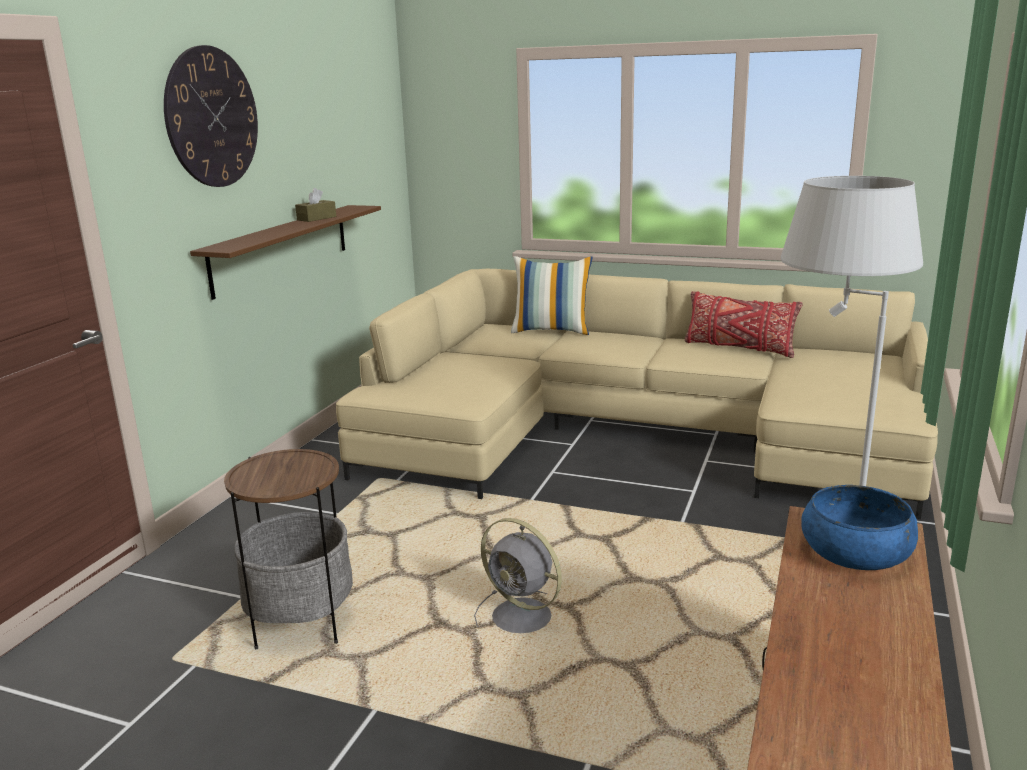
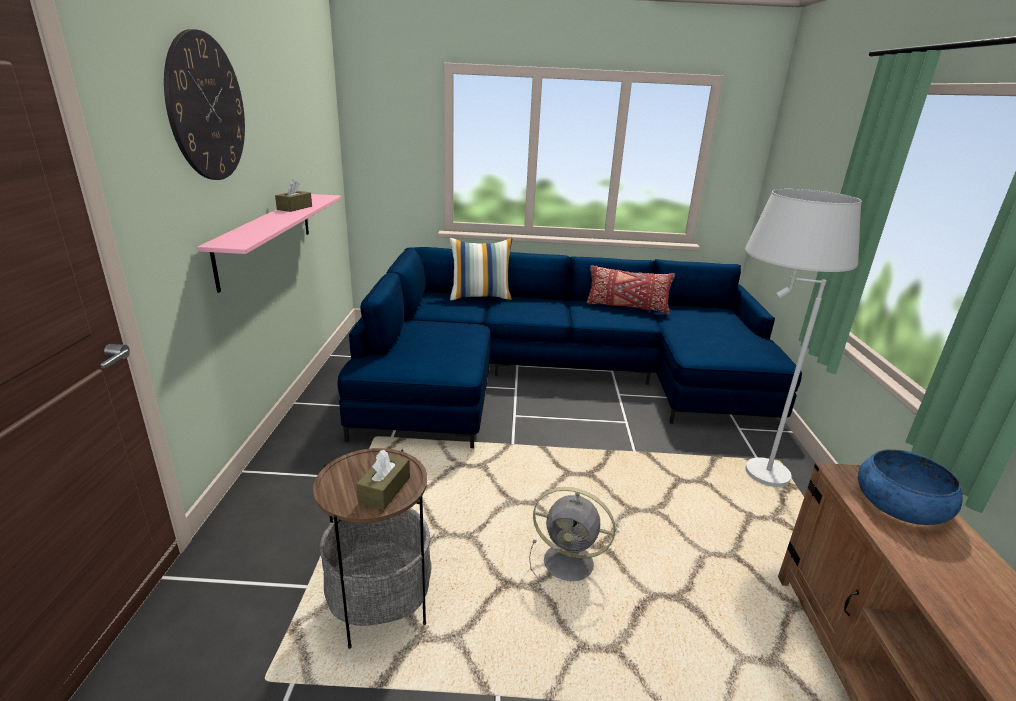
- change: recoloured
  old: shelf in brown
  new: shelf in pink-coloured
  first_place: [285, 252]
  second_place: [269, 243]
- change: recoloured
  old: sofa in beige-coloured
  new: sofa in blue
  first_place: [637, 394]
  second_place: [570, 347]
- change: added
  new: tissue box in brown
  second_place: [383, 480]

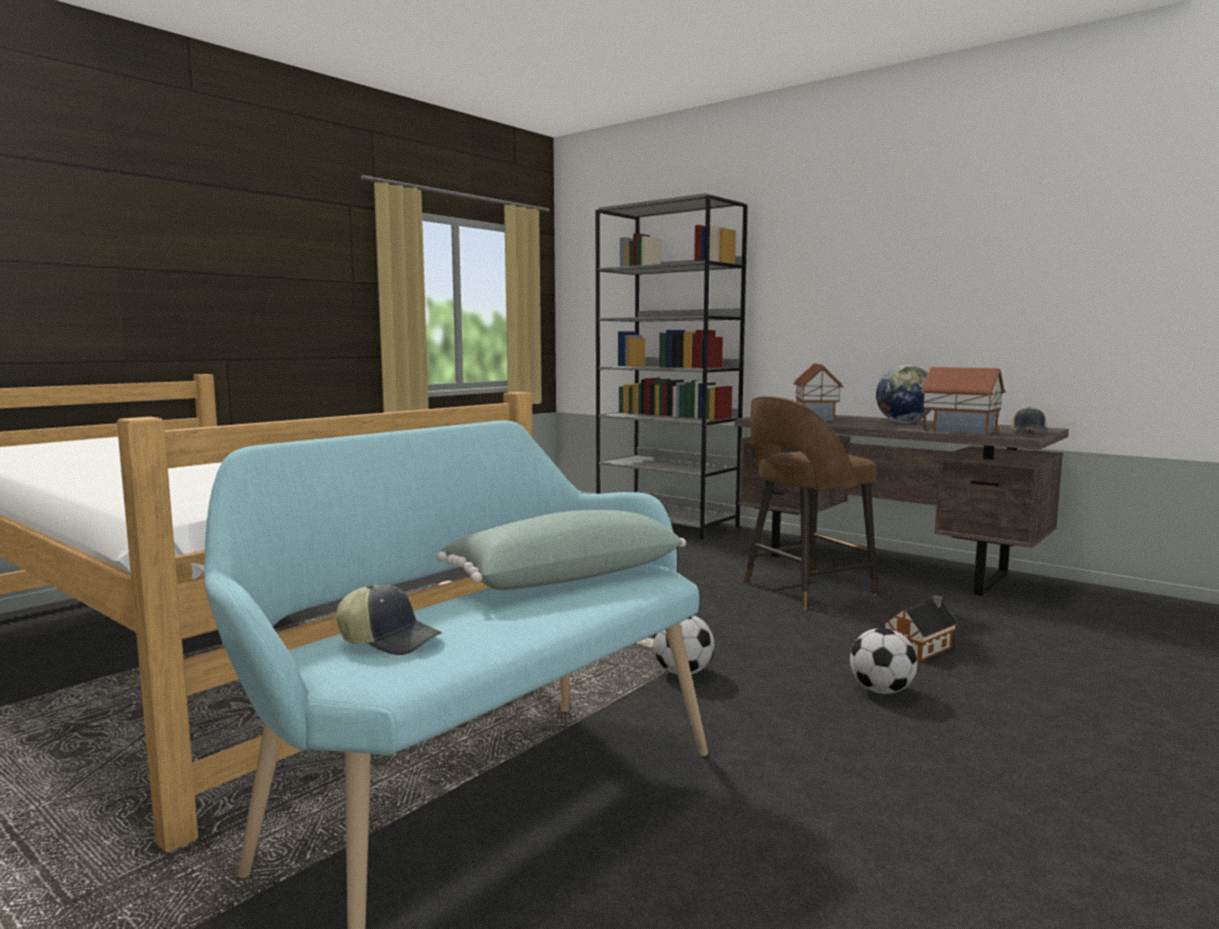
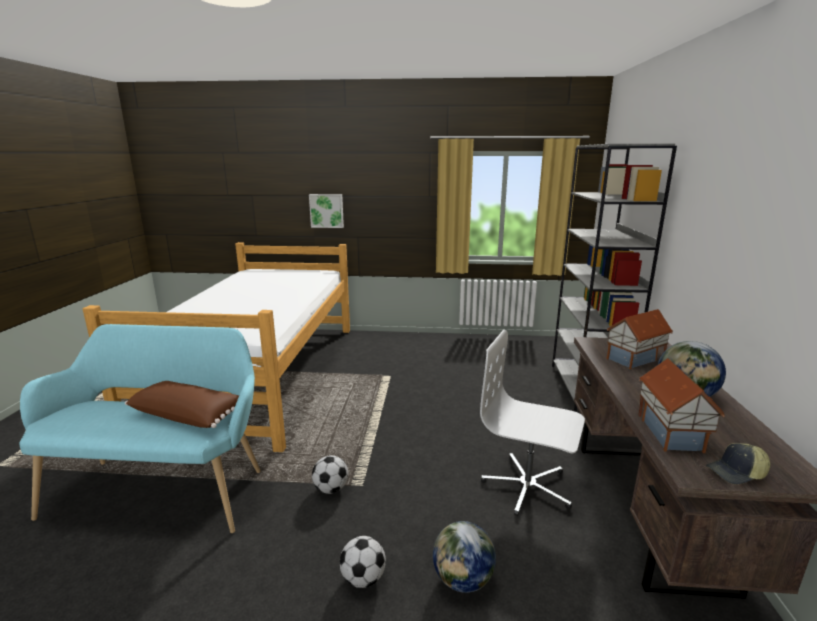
- change: removed
  old: baseball cap
  first_place: [389, 620]
- change: recoloured
  old: cushion in greenish
  new: cushion in brown
  first_place: [561, 550]
  second_place: [182, 404]
- change: replaced
  old: stool in brown
  new: office chair in white-coloured
  first_place: [810, 502]
  second_place: [532, 422]
- change: replaced
  old: toy house
  new: desk globe
  first_place: [920, 628]
  second_place: [464, 557]
- change: added
  new: wall art
  second_place: [326, 211]

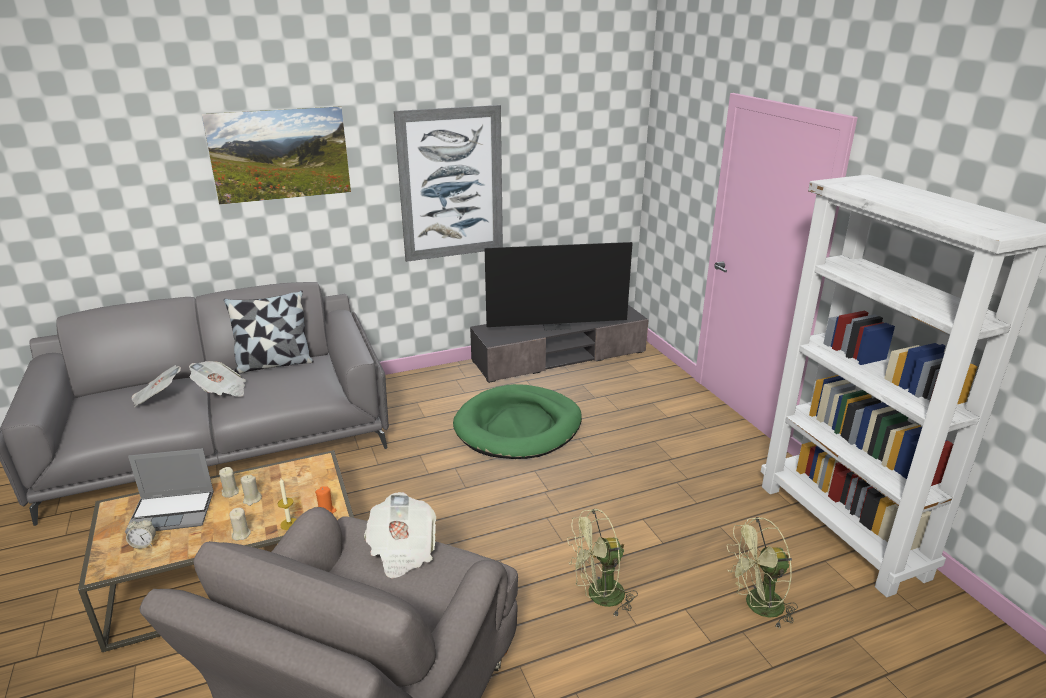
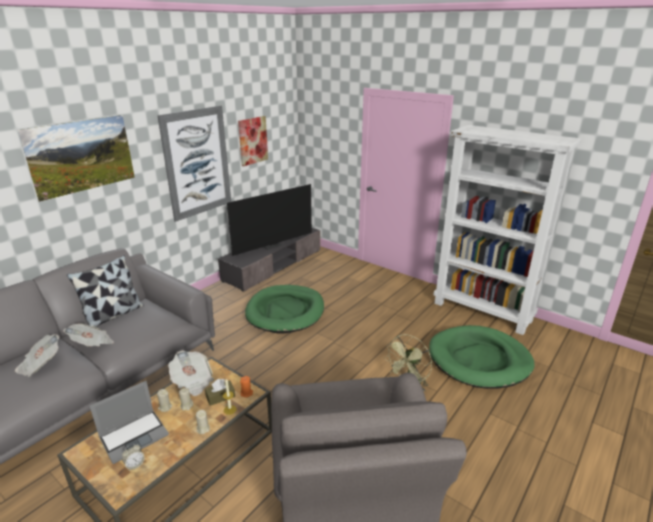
- change: moved
  old: daily paper
  first_place: [400, 535]
  second_place: [191, 373]
- change: replaced
  old: electric fan in greenish
  new: dog cushion in greenish
  first_place: [762, 572]
  second_place: [482, 357]
- change: added
  new: tissue box in brown
  second_place: [220, 392]
- change: added
  new: wall art
  second_place: [253, 141]

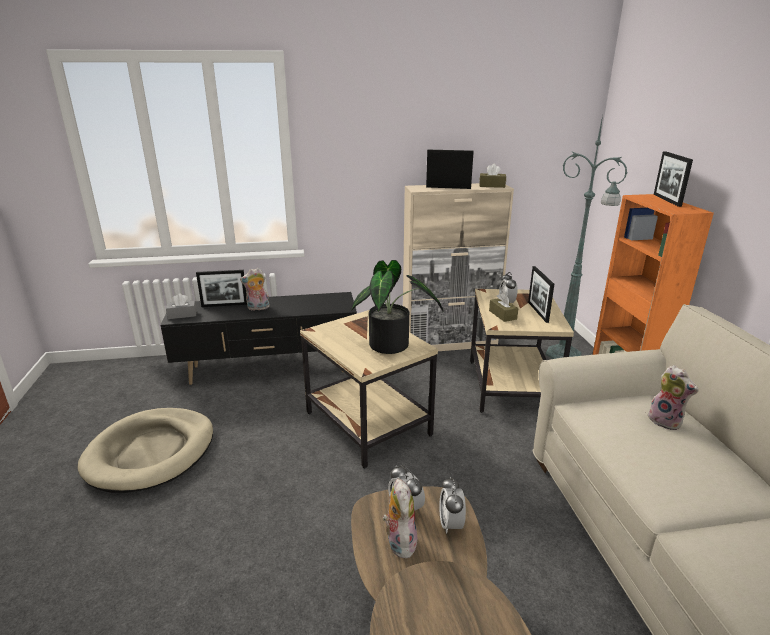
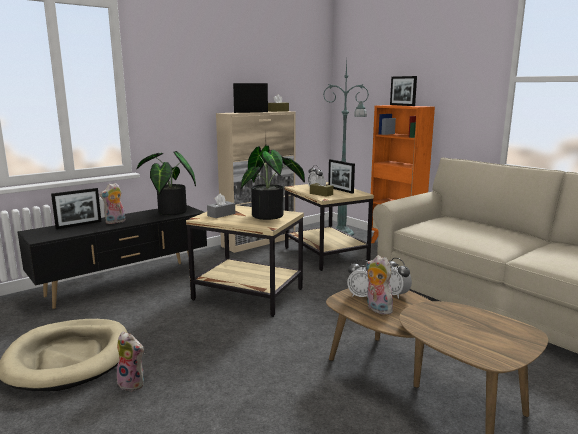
- change: moved
  old: tissue box in gray
  first_place: [181, 306]
  second_place: [221, 206]
- change: moved
  old: soft toy
  first_place: [672, 397]
  second_place: [130, 362]
- change: added
  new: potted plant
  second_place: [166, 183]

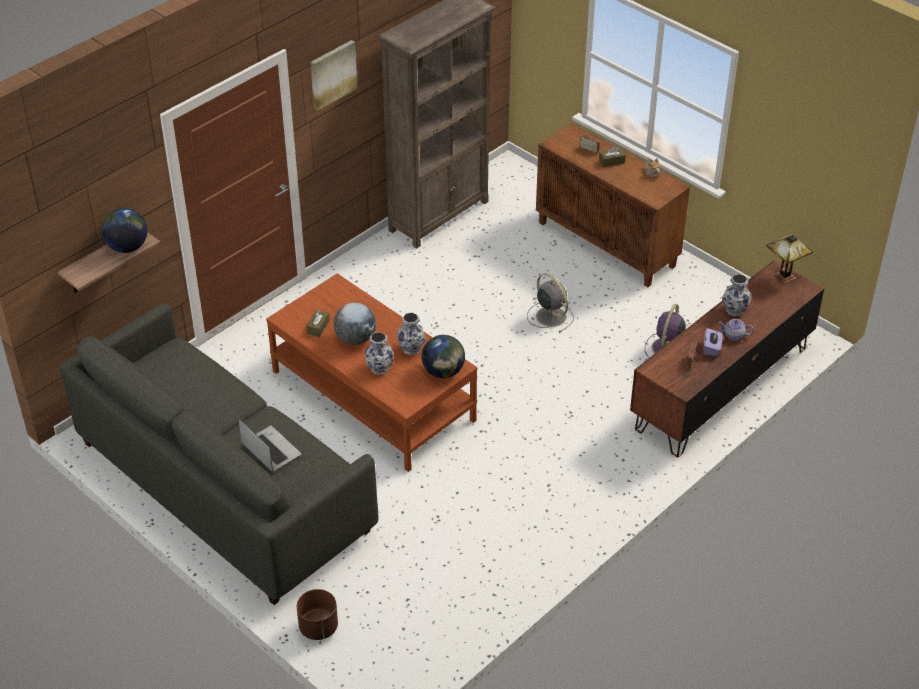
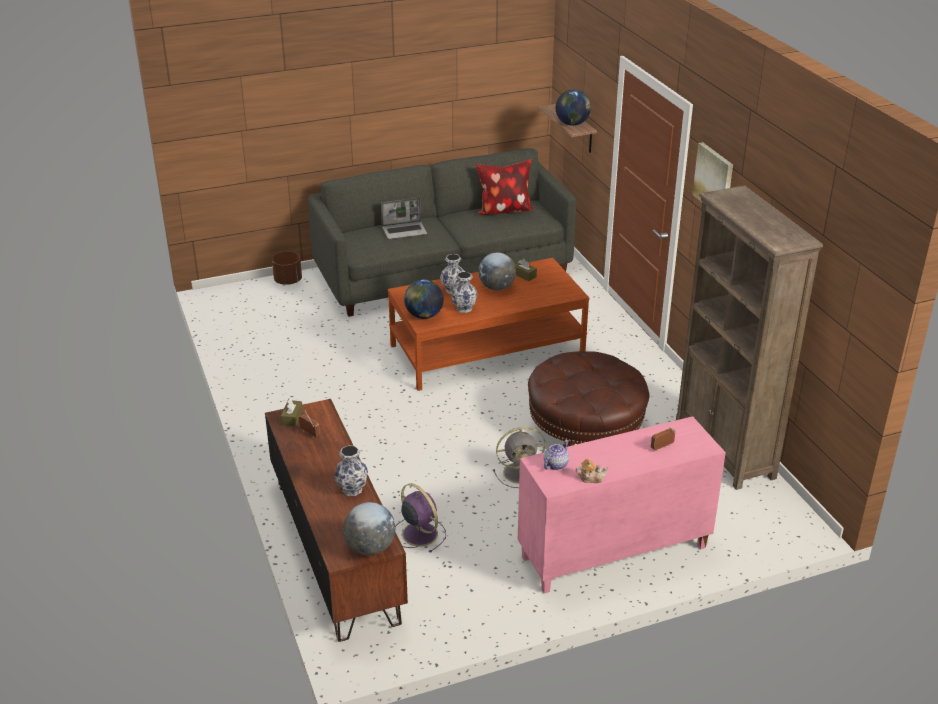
- change: recoloured
  old: cabinet in brown
  new: cabinet in pink-coloured
  first_place: [613, 205]
  second_place: [622, 504]
- change: moved
  old: tissue box in brown
  first_place: [612, 156]
  second_place: [292, 412]
- change: removed
  old: tissue box in purple
  first_place: [713, 342]
- change: moved
  old: teapot
  first_place: [736, 330]
  second_place: [556, 455]
- change: replaced
  old: tabletop lamp
  new: desk globe
  first_place: [789, 259]
  second_place: [369, 528]
- change: added
  new: cushion
  second_place: [505, 187]
- change: added
  new: pouffe in brown
  second_place: [589, 399]

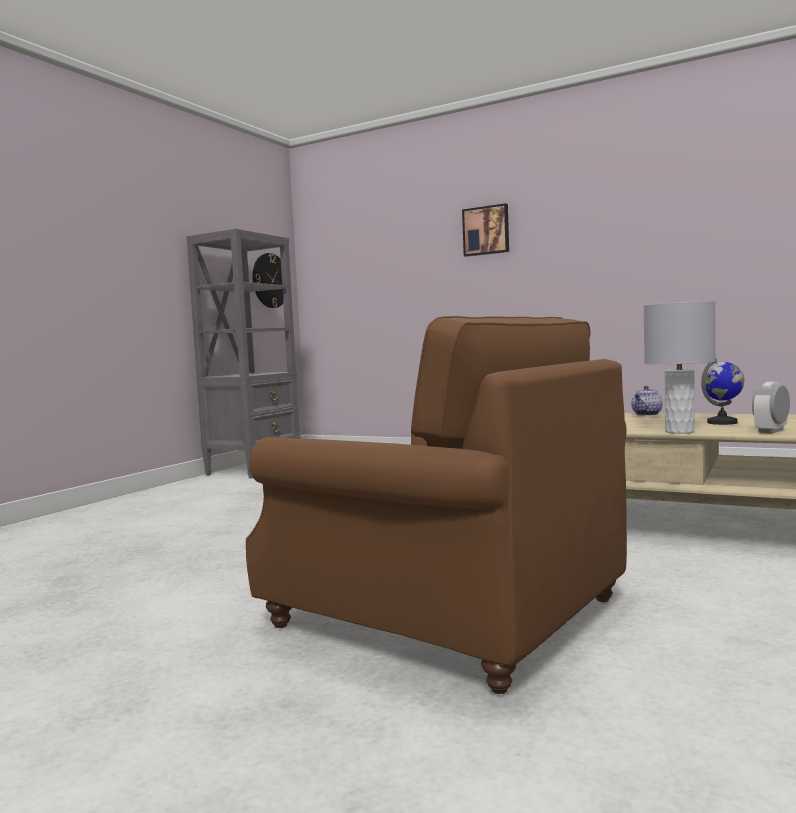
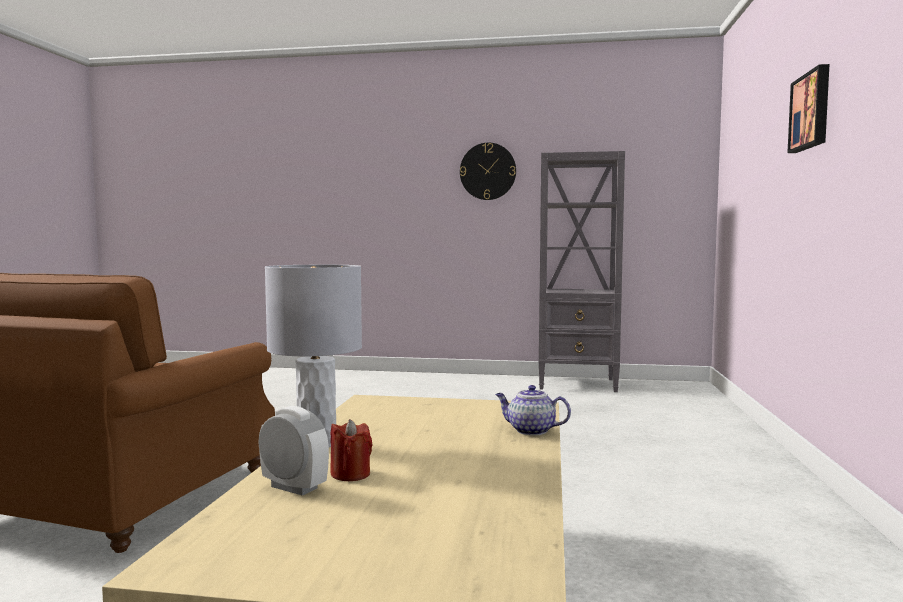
- change: moved
  old: hanging clock
  first_place: [267, 280]
  second_place: [488, 171]
- change: removed
  old: desk globe
  first_place: [722, 391]
- change: added
  new: candle in reddish
  second_place: [351, 450]

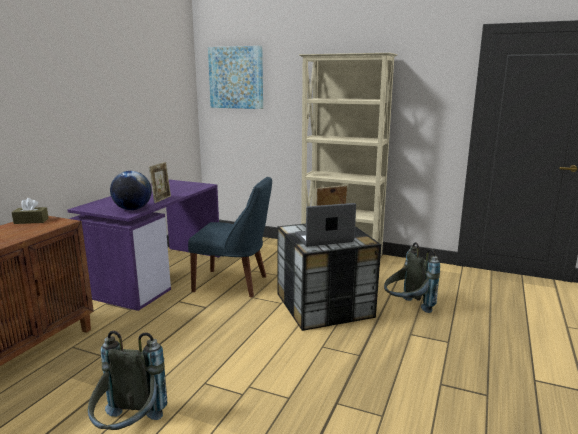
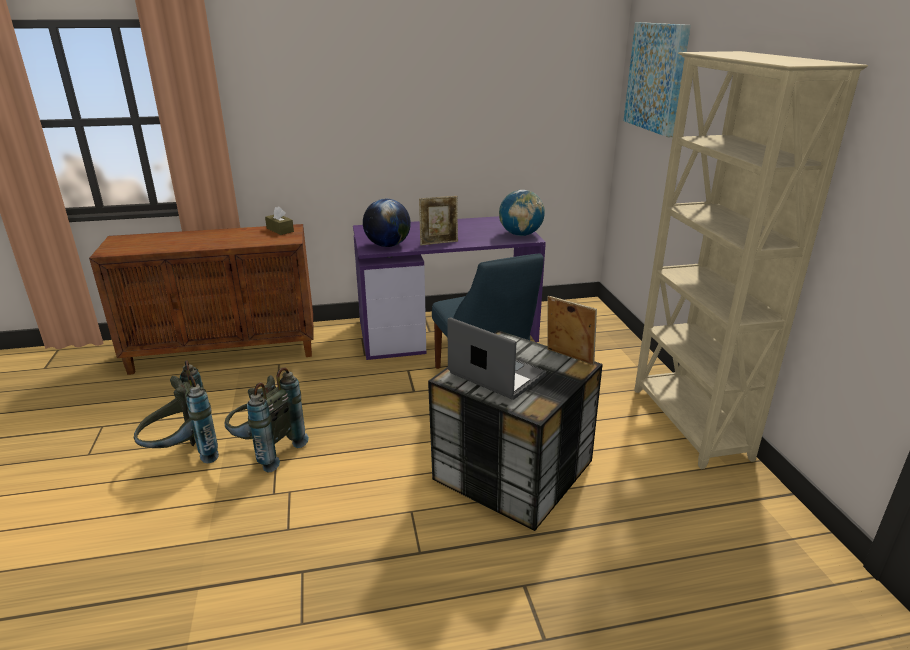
- change: moved
  old: backpack in gray
  first_place: [412, 277]
  second_place: [267, 420]
- change: added
  new: desk globe
  second_place: [522, 213]

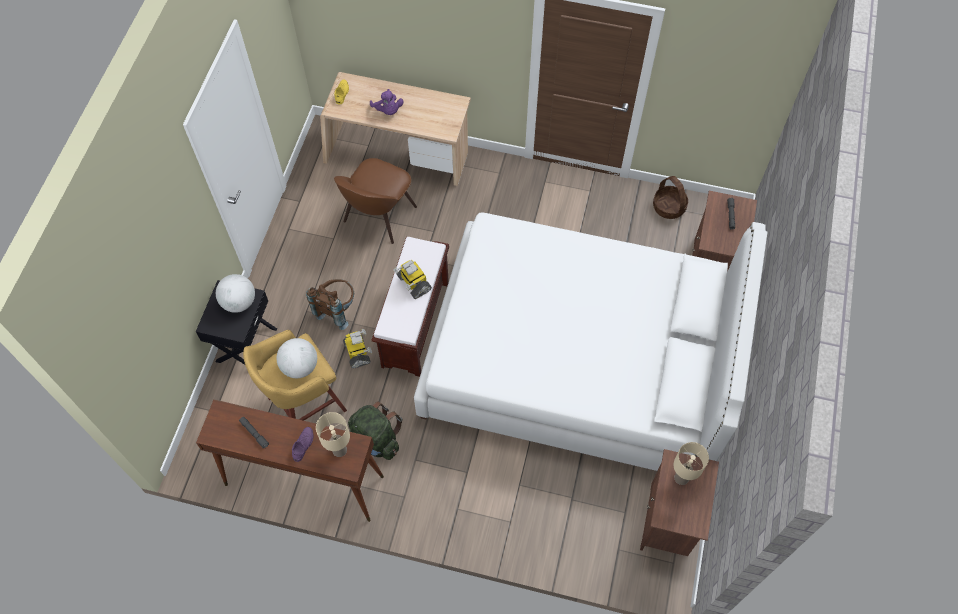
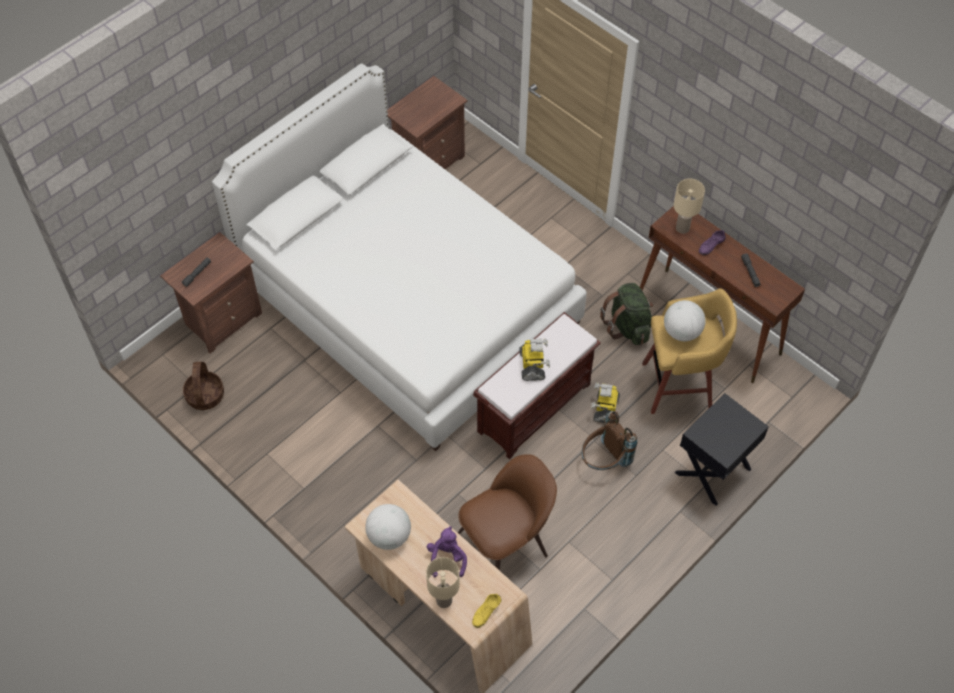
- change: moved
  old: desk globe
  first_place: [235, 293]
  second_place: [388, 527]
- change: moved
  old: tabletop lamp in beige-coloured
  first_place: [691, 463]
  second_place: [443, 582]

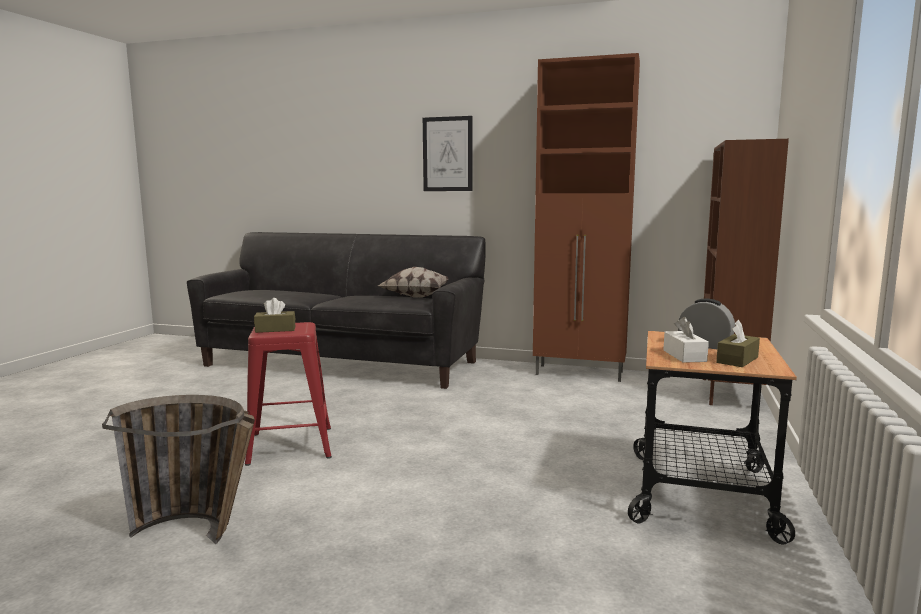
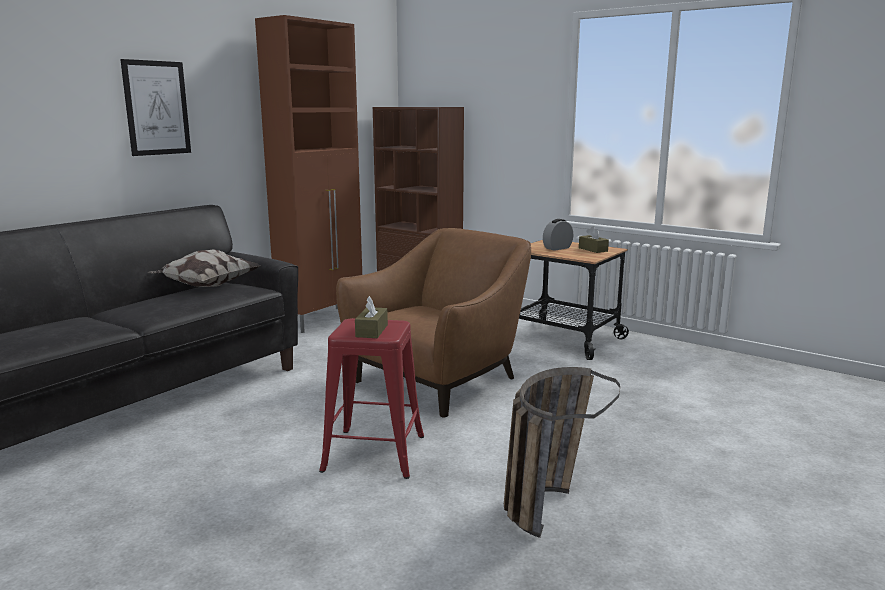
- change: removed
  old: tissue box in white-coloured
  first_place: [686, 340]
- change: added
  new: armchair in brown
  second_place: [433, 323]

